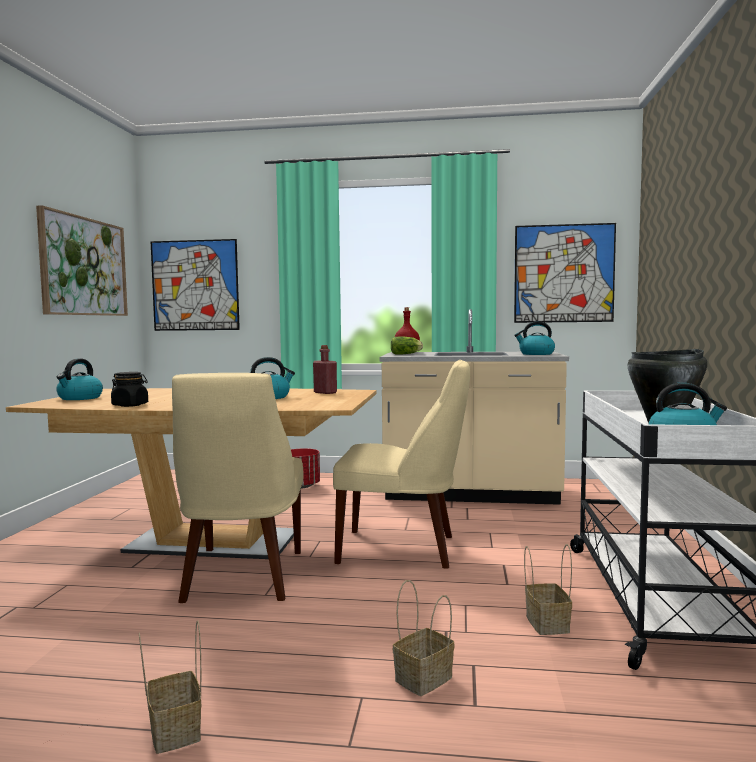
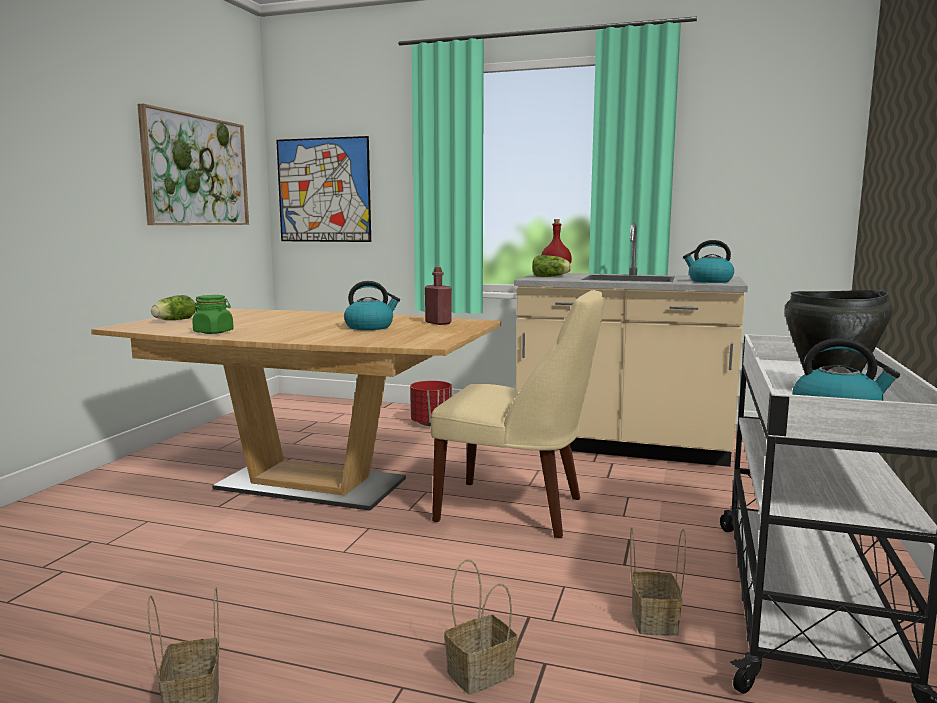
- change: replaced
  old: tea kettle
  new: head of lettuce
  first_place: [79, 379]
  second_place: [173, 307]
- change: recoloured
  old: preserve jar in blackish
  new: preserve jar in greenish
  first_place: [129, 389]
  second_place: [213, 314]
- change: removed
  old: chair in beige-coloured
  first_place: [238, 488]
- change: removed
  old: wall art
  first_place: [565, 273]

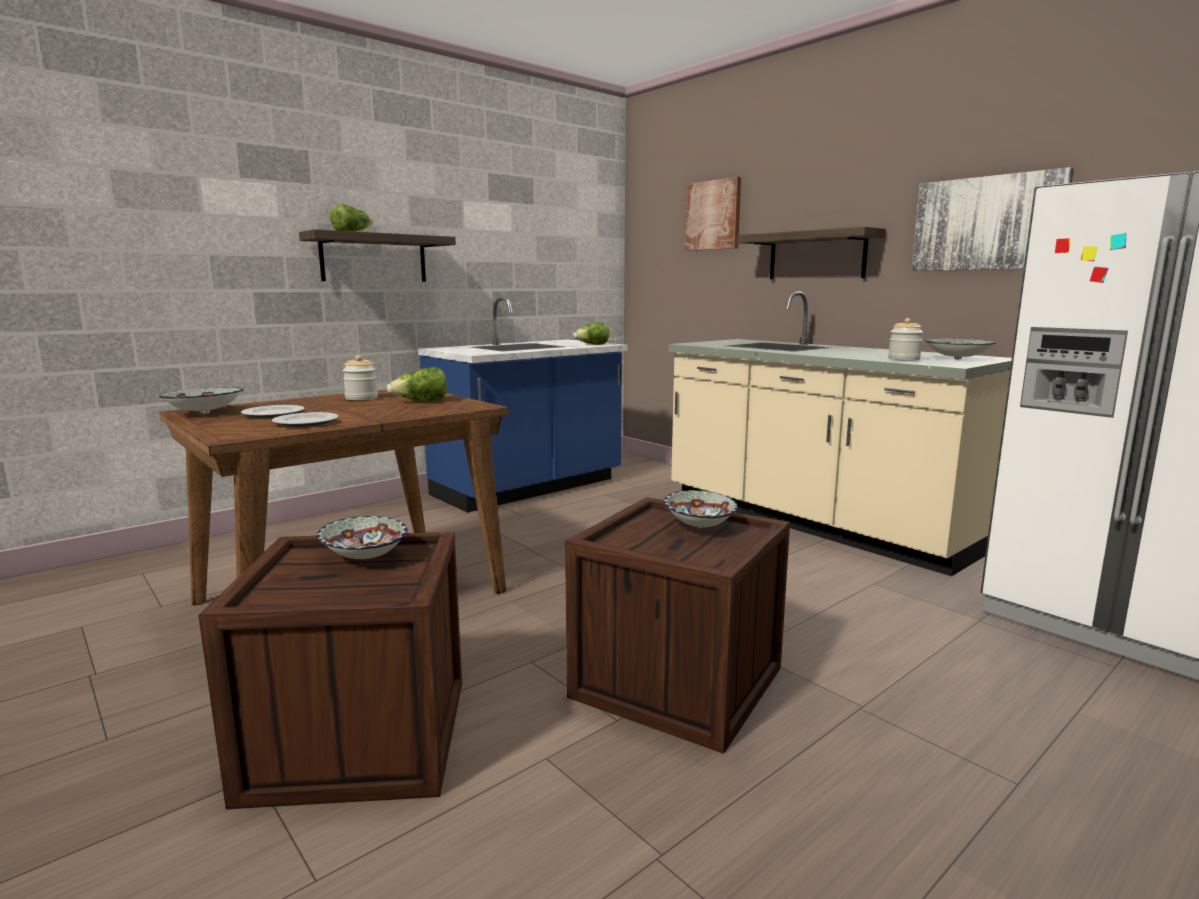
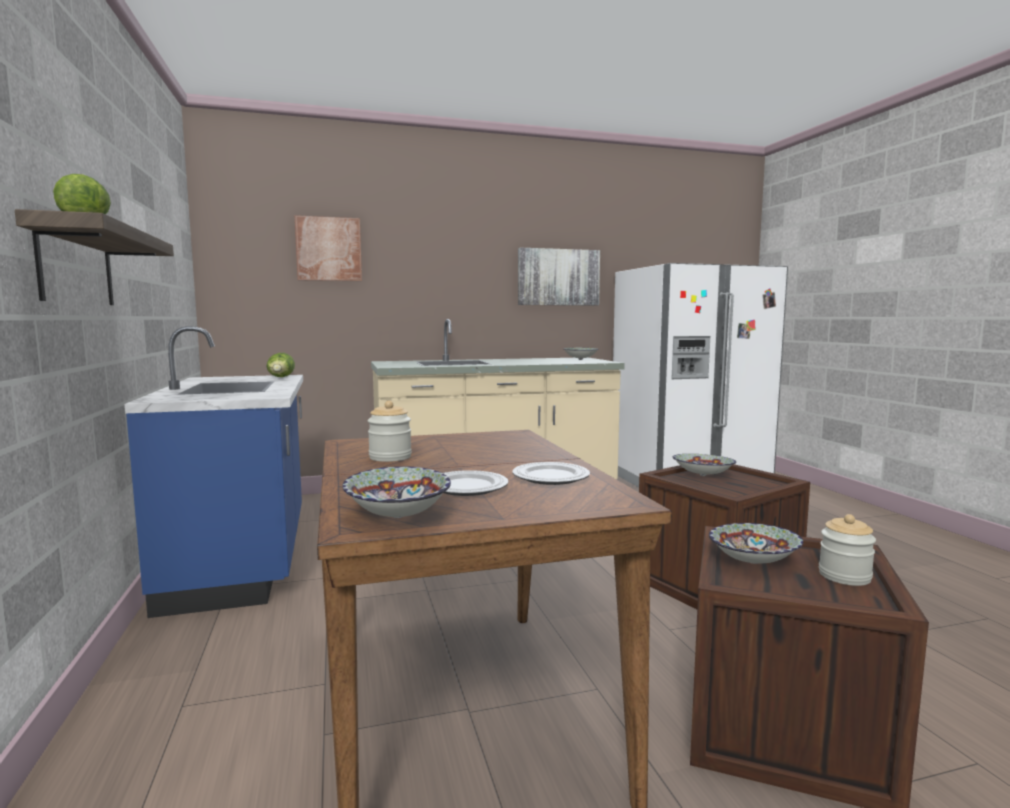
- change: removed
  old: head of lettuce
  first_place: [417, 384]
- change: removed
  old: shelf
  first_place: [811, 252]
- change: moved
  old: preserve jar
  first_place: [905, 339]
  second_place: [847, 550]

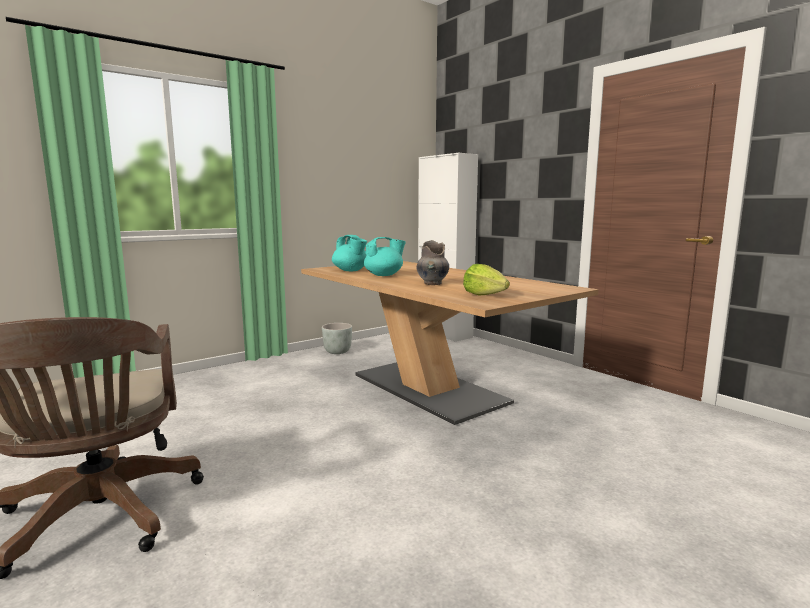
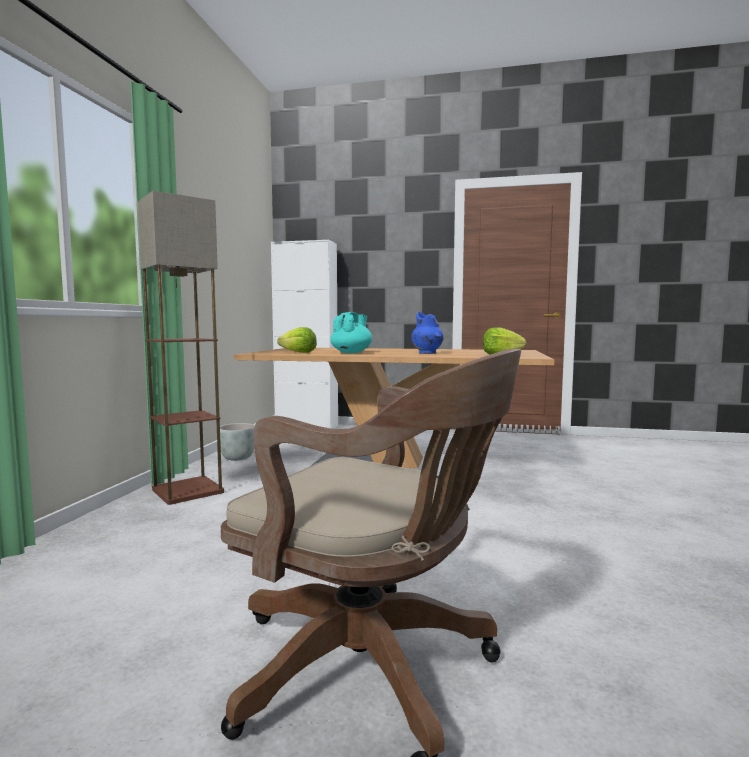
- change: replaced
  old: teapot in turquoise-coloured
  new: head of lettuce
  first_place: [349, 253]
  second_place: [297, 340]
- change: recoloured
  old: flower vase in gray
  new: flower vase in blue
  first_place: [433, 262]
  second_place: [427, 333]
- change: added
  new: standard lamp
  second_place: [180, 348]

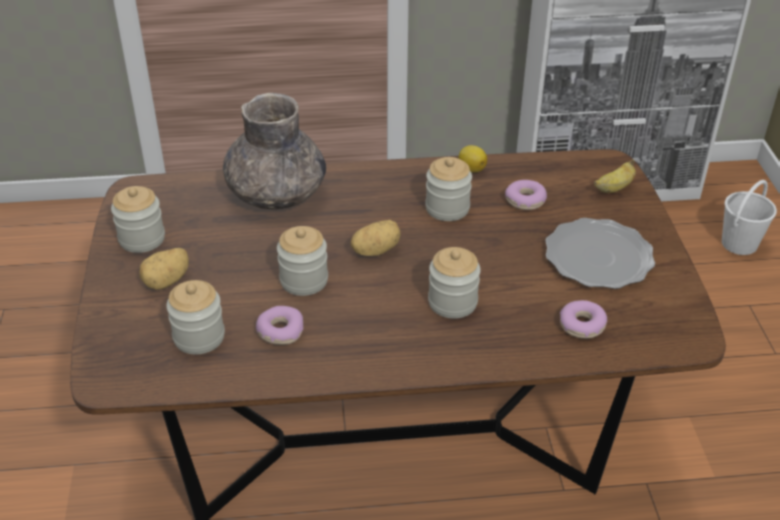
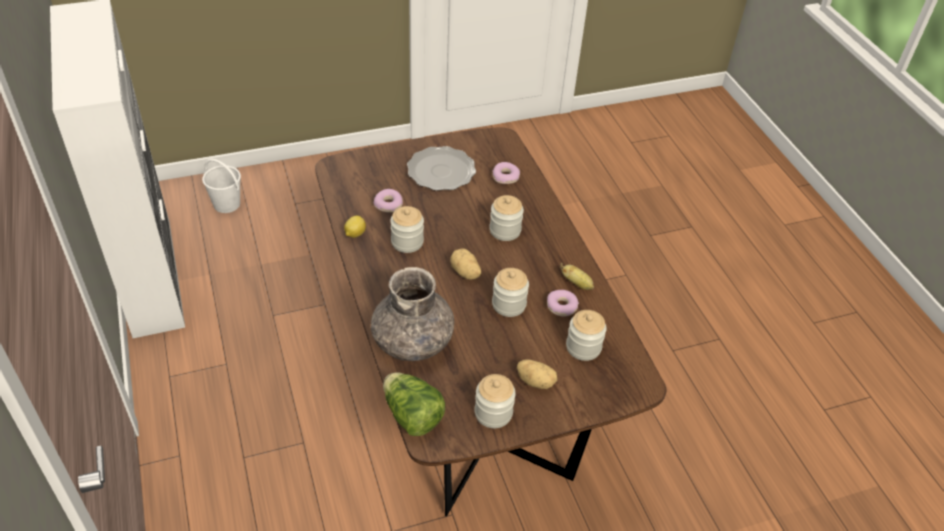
- change: moved
  old: banana fruit
  first_place: [615, 176]
  second_place: [577, 276]
- change: added
  new: head of lettuce
  second_place: [414, 404]

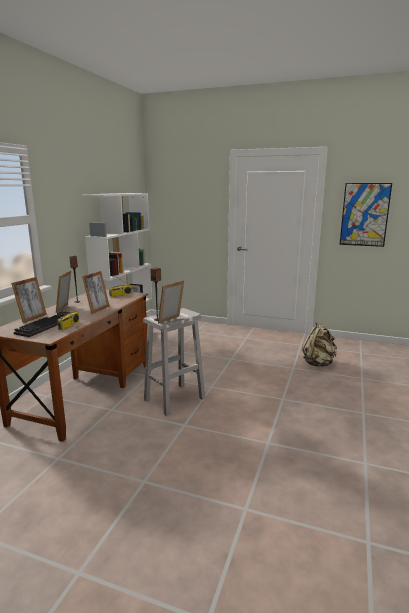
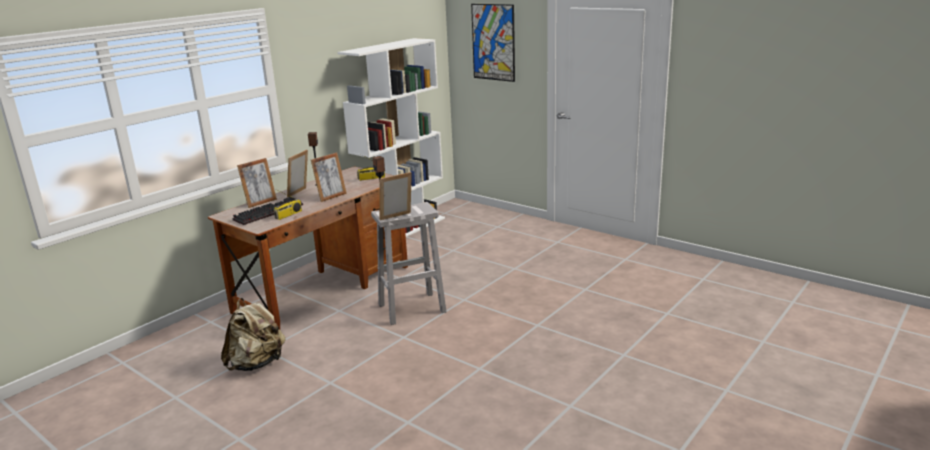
- change: moved
  old: backpack in beige-coloured
  first_place: [319, 344]
  second_place: [253, 334]
- change: moved
  old: wall art
  first_place: [366, 215]
  second_place: [493, 43]

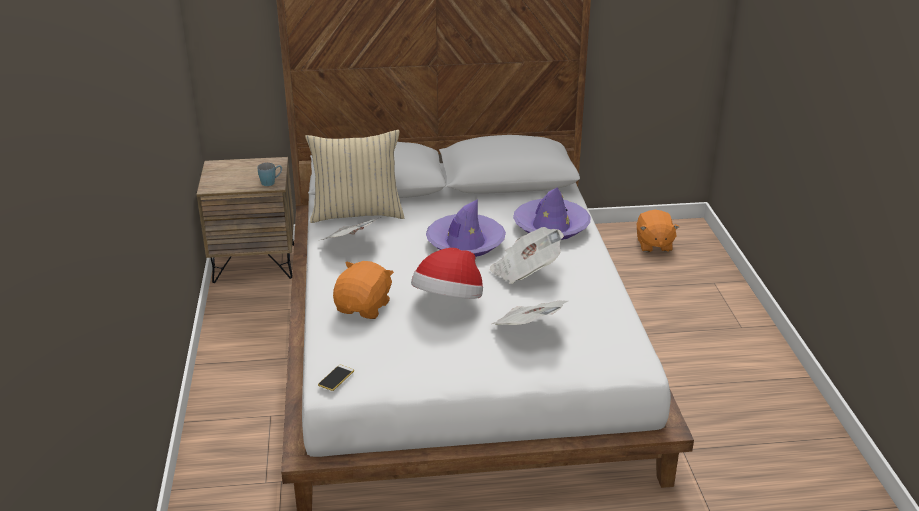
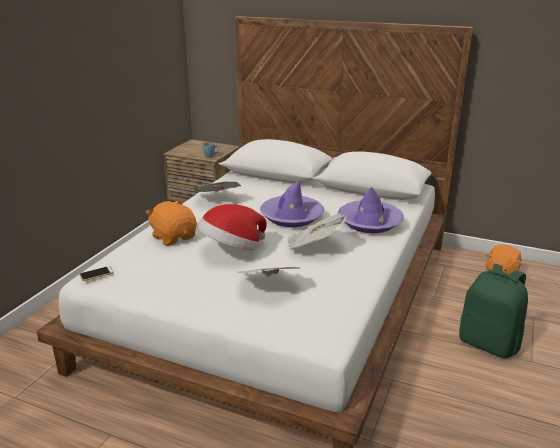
- change: removed
  old: cushion in beige-coloured
  first_place: [354, 176]
- change: turned
  old: soft toy in orange-coloured
  first_place: [363, 290]
  second_place: [171, 223]
  degrees: -90
- change: added
  new: backpack in greenish
  second_place: [493, 311]

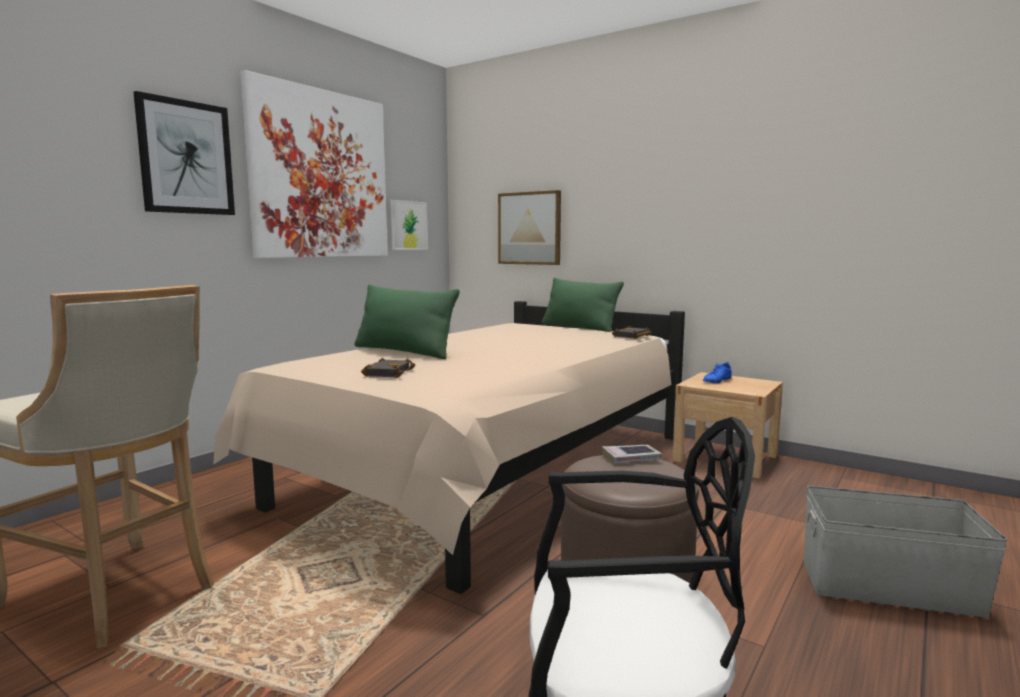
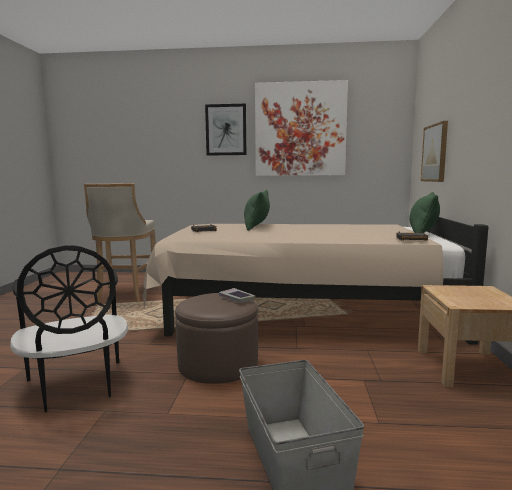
- change: removed
  old: wall art
  first_place: [409, 225]
- change: removed
  old: low shoe in blue
  first_place: [717, 372]

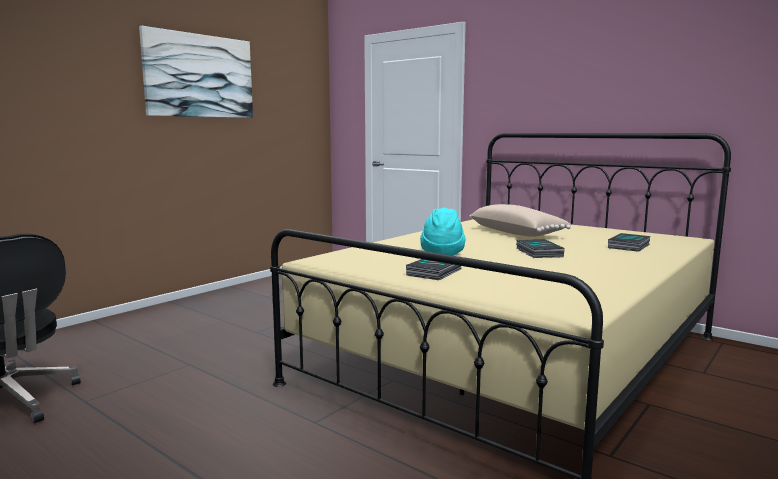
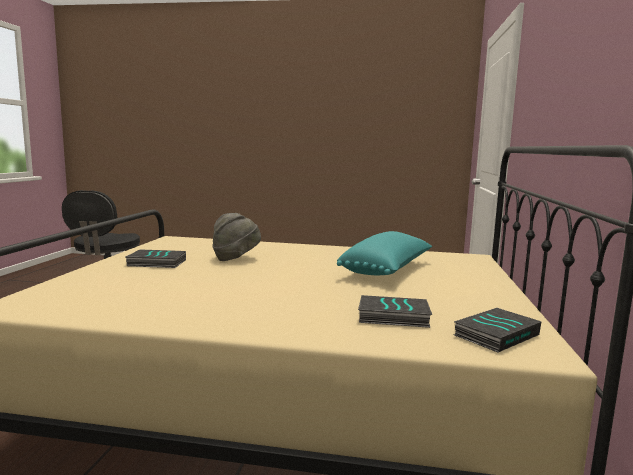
- change: removed
  old: wall art
  first_place: [196, 72]
- change: recoloured
  old: clothing hat in turquoise-coloured
  new: clothing hat in gray
  first_place: [442, 231]
  second_place: [236, 237]
- change: recoloured
  old: cushion in beige-coloured
  new: cushion in turquoise-coloured
  first_place: [520, 220]
  second_place: [384, 253]
- change: moved
  old: volume
  first_place: [540, 248]
  second_place: [497, 330]

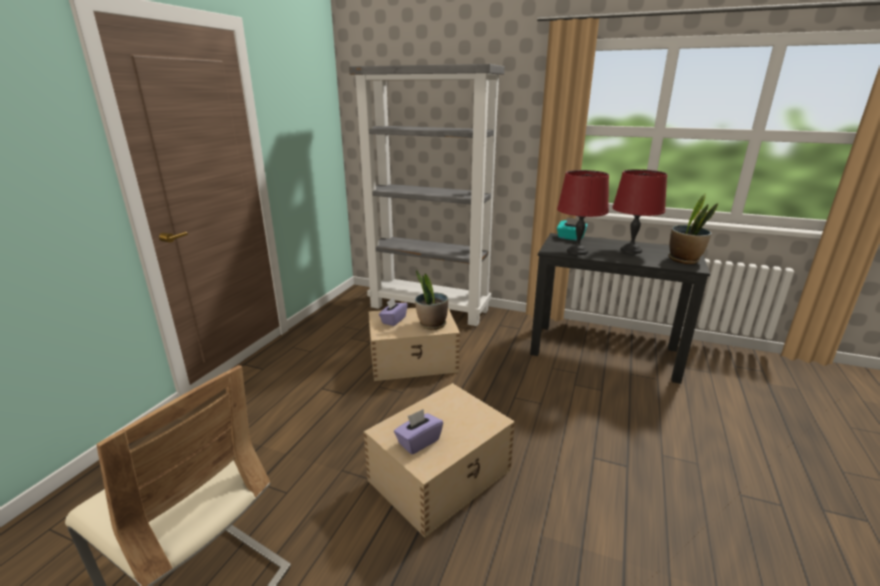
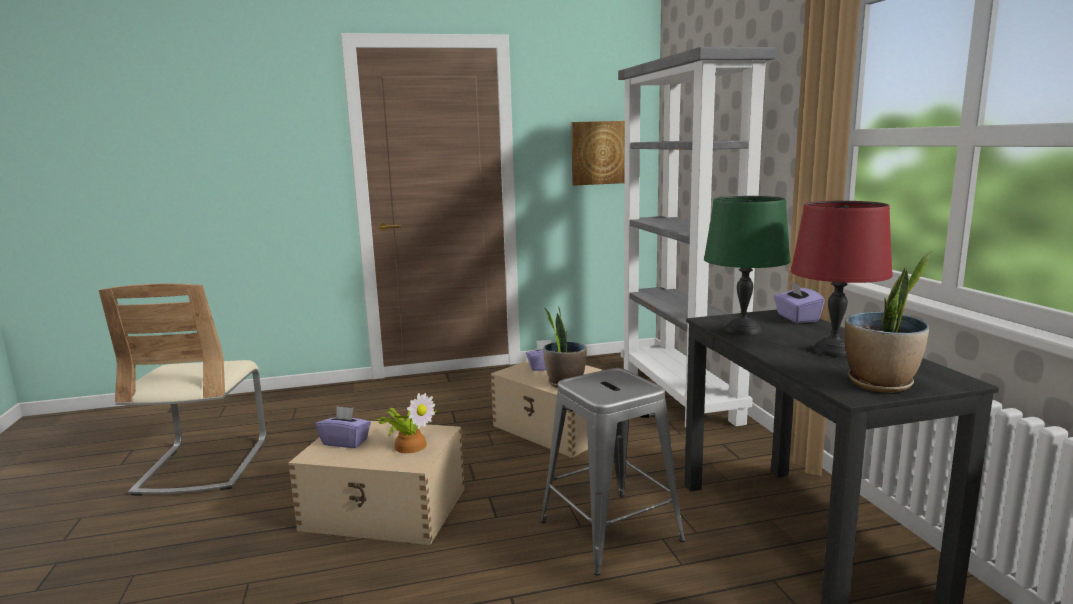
- change: recoloured
  old: tabletop lamp in reddish
  new: tabletop lamp in greenish
  first_place: [583, 212]
  second_place: [747, 265]
- change: recoloured
  old: tissue box in turquoise-coloured
  new: tissue box in purple
  first_place: [572, 229]
  second_place: [799, 302]
- change: added
  new: potted plant
  second_place: [406, 423]
- change: added
  new: stool in gray
  second_place: [613, 471]
- change: added
  new: wall art
  second_place: [598, 153]

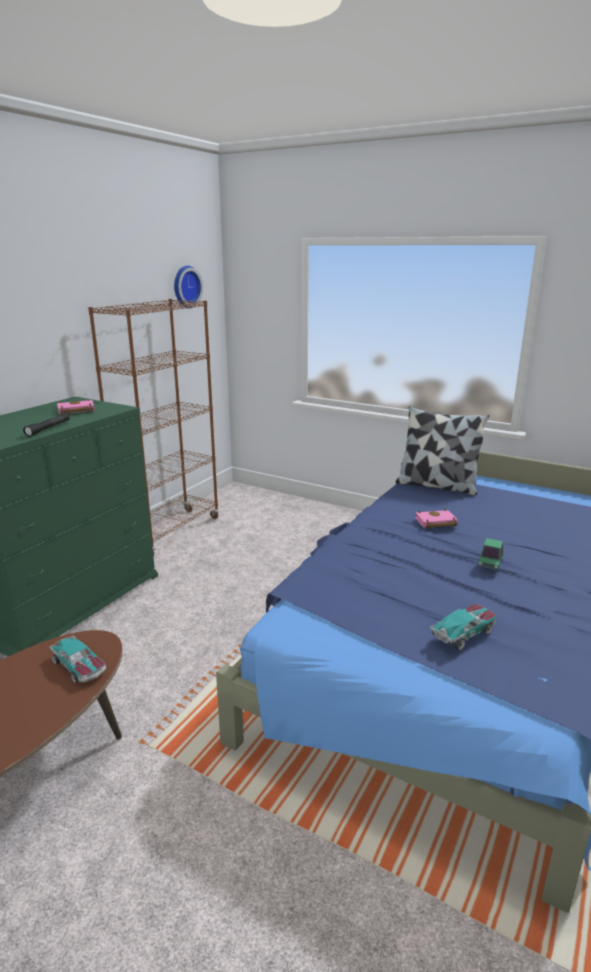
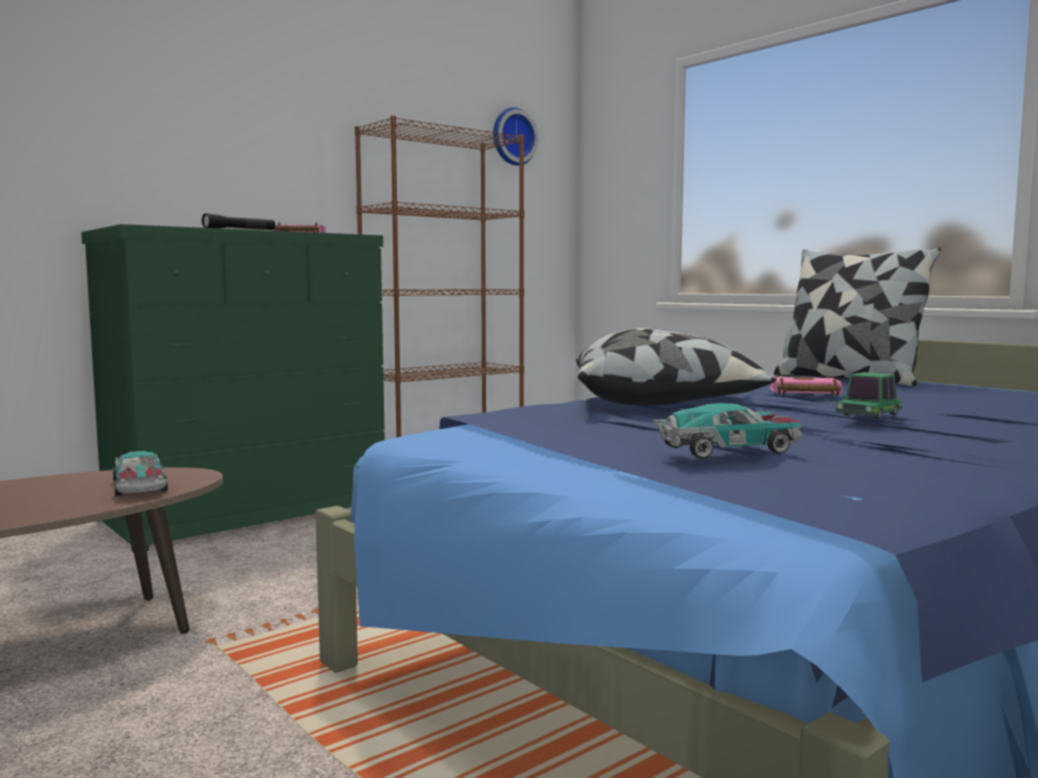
- change: added
  new: cushion
  second_place: [676, 367]

